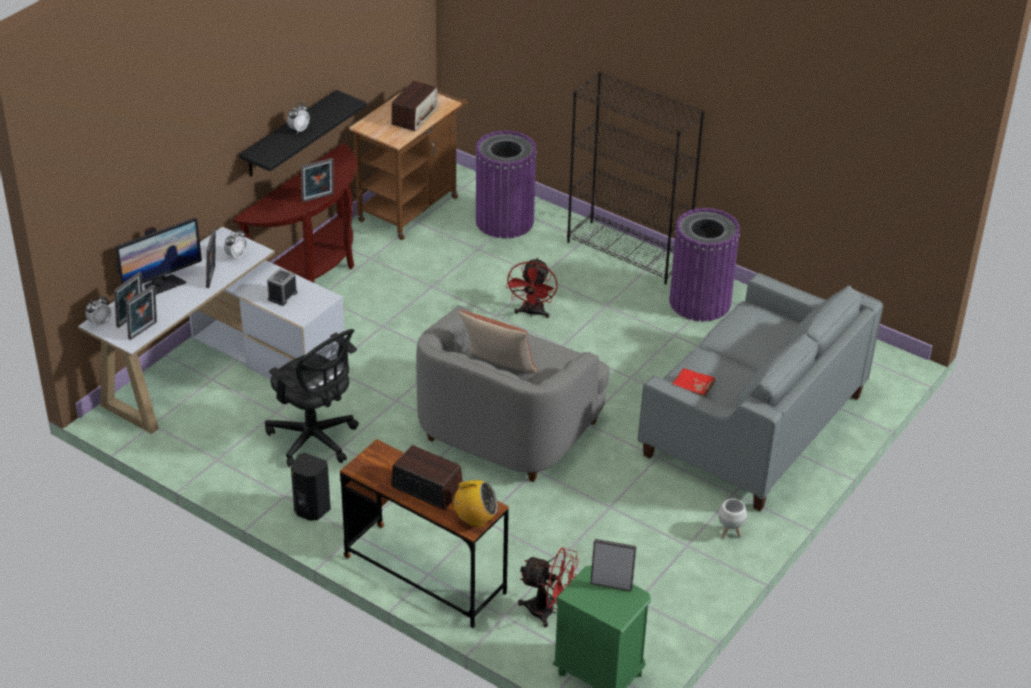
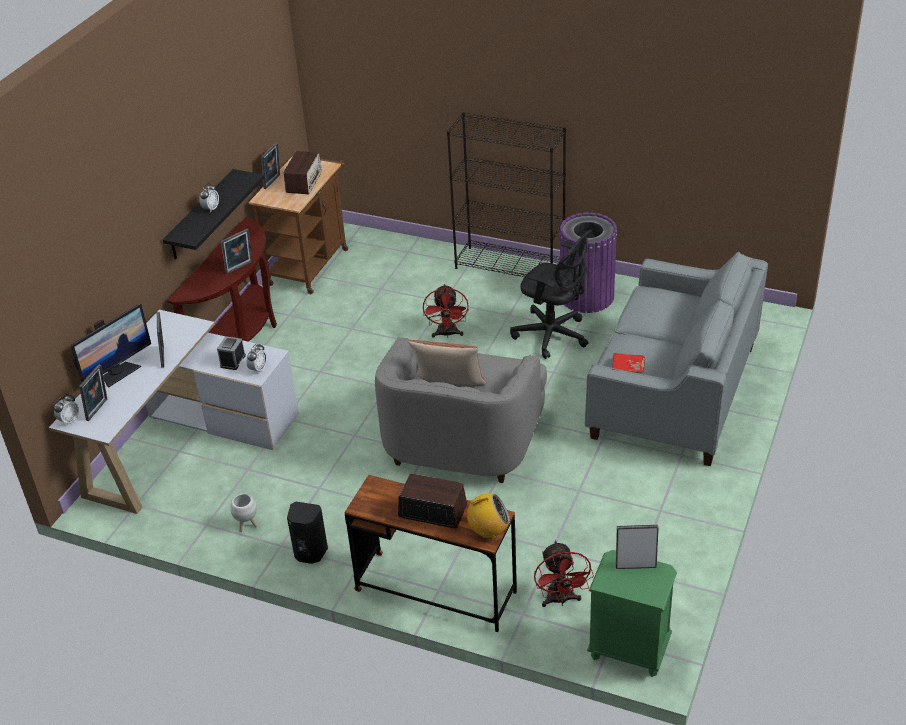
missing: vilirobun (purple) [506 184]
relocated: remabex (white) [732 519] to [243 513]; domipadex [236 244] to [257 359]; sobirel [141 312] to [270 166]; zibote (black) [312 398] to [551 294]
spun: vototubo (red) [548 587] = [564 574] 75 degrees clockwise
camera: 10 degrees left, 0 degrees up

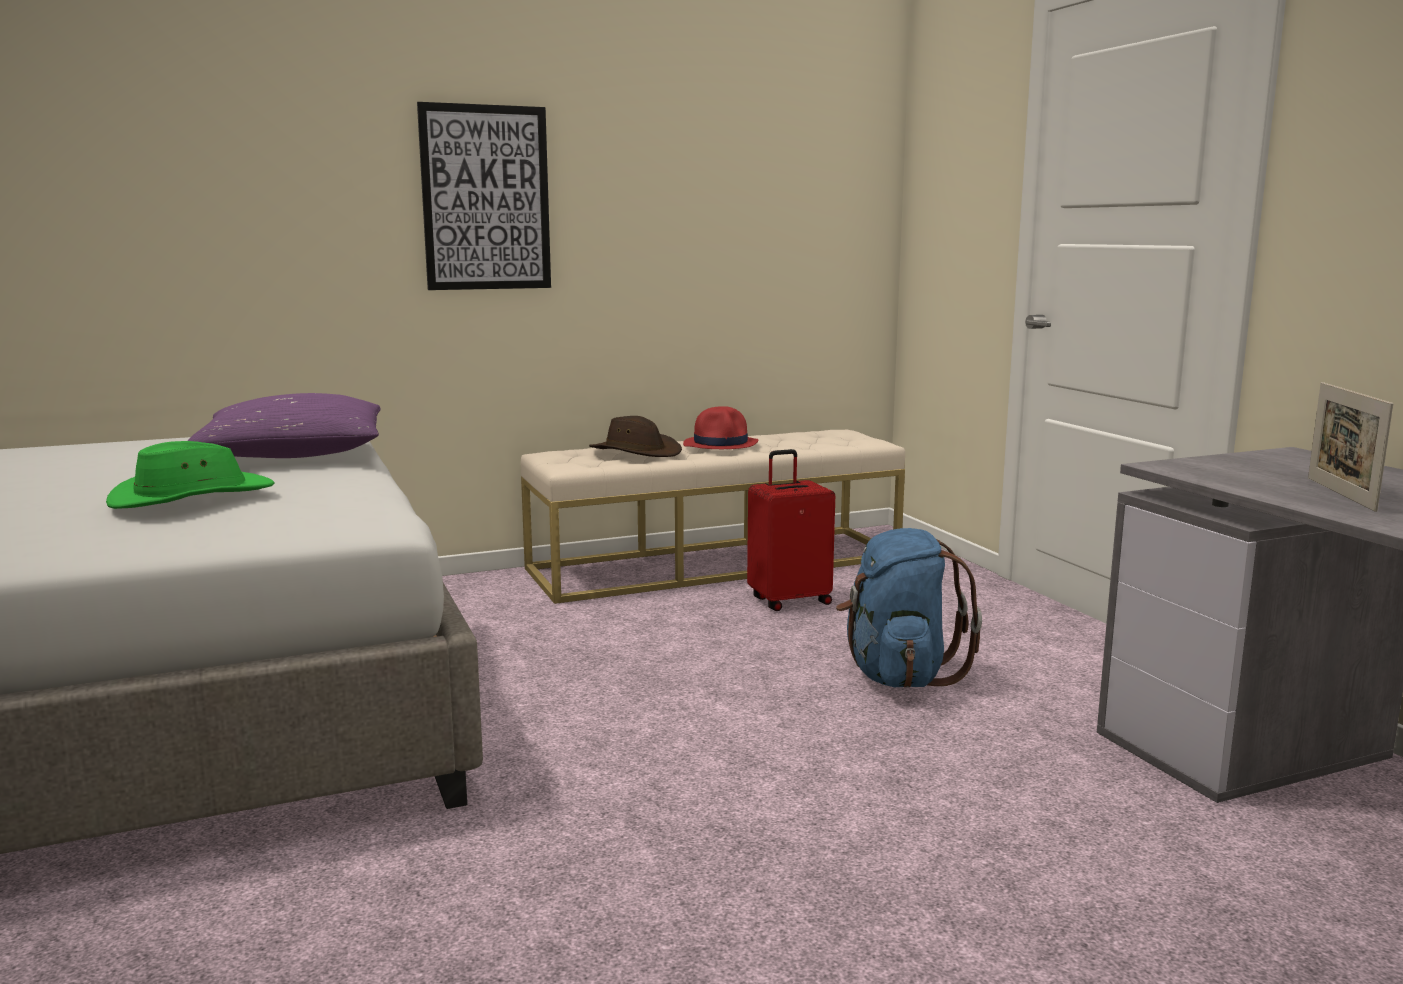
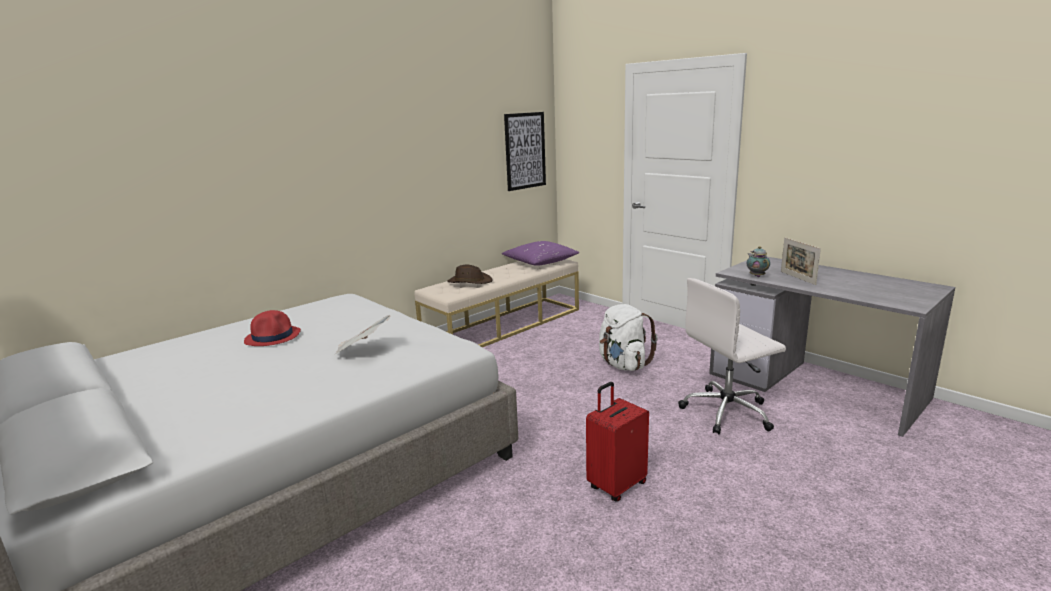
appeared: zibote (white) [732 356]; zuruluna [758 261]
relocated: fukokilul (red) [721 427] to [272 328]; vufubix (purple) [284 425] to [540 253]; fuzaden [484 196] to [525 151]; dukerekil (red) [791 530] to [617 442]
exchanged: fukokilul (green) [190 475] to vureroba [362 335]
colour: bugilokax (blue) [909 608] to bugilokax (white) [628 337]
camera: 20 degrees left, 5 degrees up

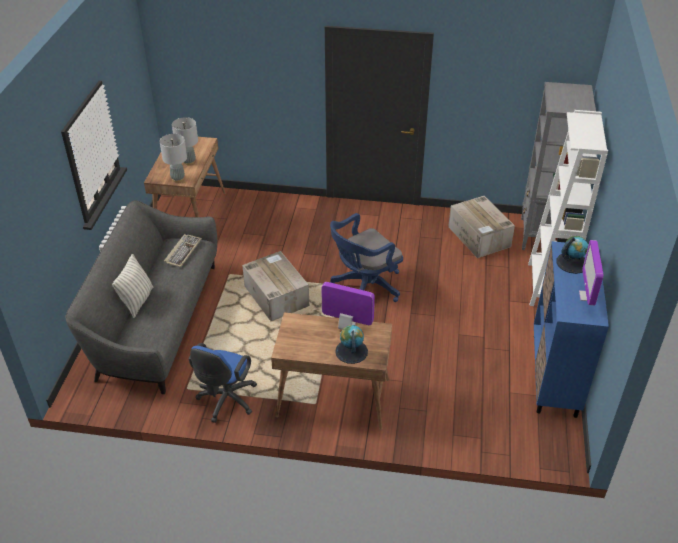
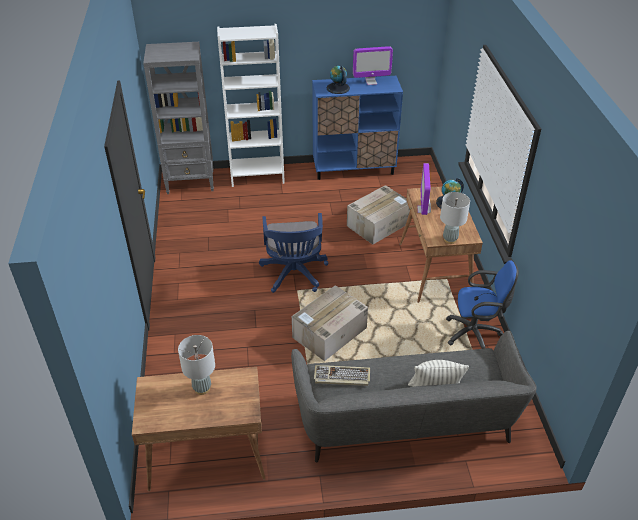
relocated: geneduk [481 227] to [378 215]; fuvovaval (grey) [173 158] to [455 218]
spun: zibote (blue) [366 257] = [293 253] 45 degrees clockwise
camera: 105 degrees left, 0 degrees up

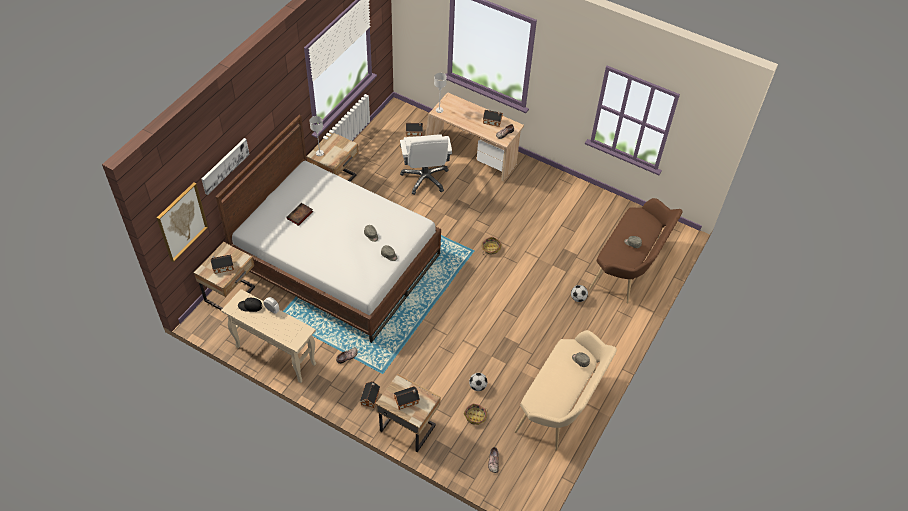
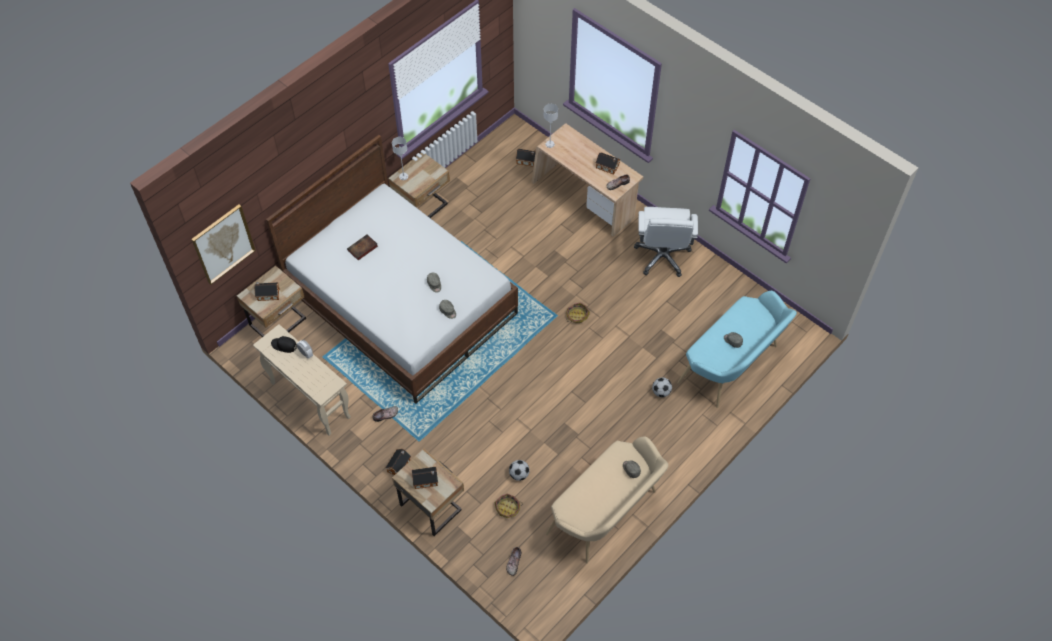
missing: fuzaden [225 166]
relocated: zibote (white) [426 164] to [666 242]
colour: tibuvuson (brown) [636 250] to tibuvuson (turquoise) [737 349]
camera: 15 degrees right, 5 degrees up

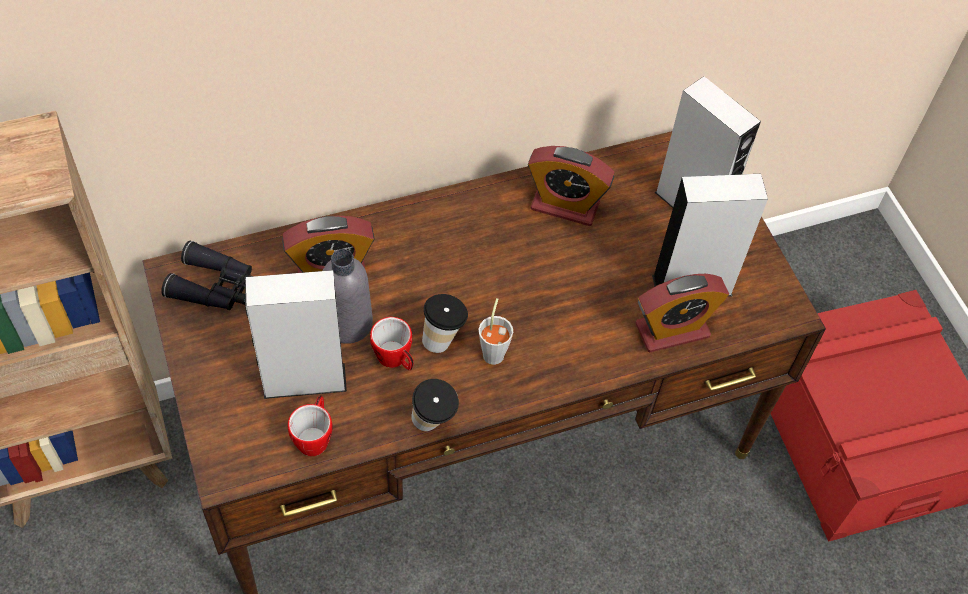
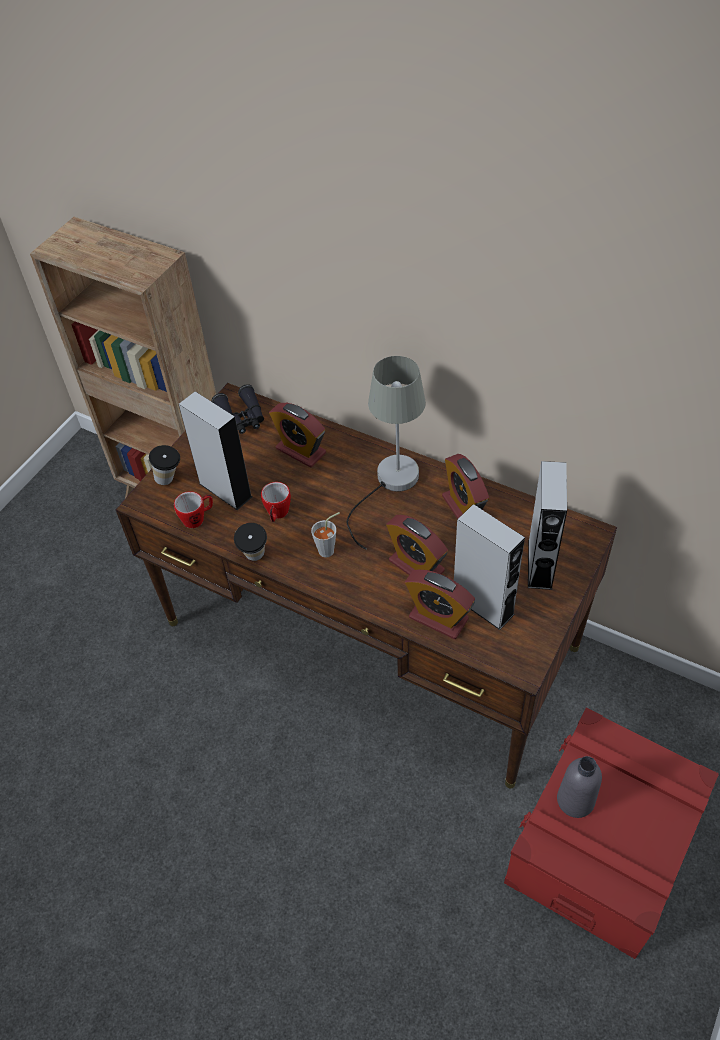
appeared: fuvovaval (grey) [386 453]; domipadex [417 545]
relocated: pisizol [445 323] to [164 465]; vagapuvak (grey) [348 296] to [579 787]
camera: 55 degrees right, 5 degrees down

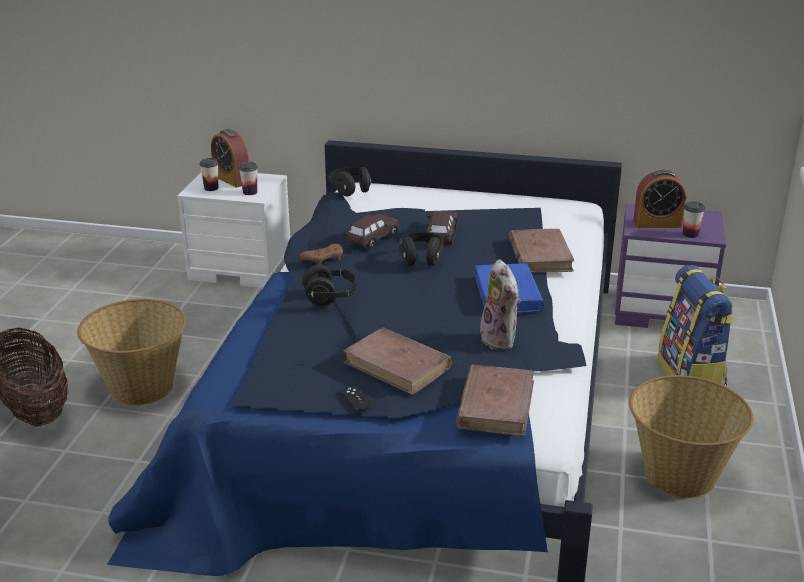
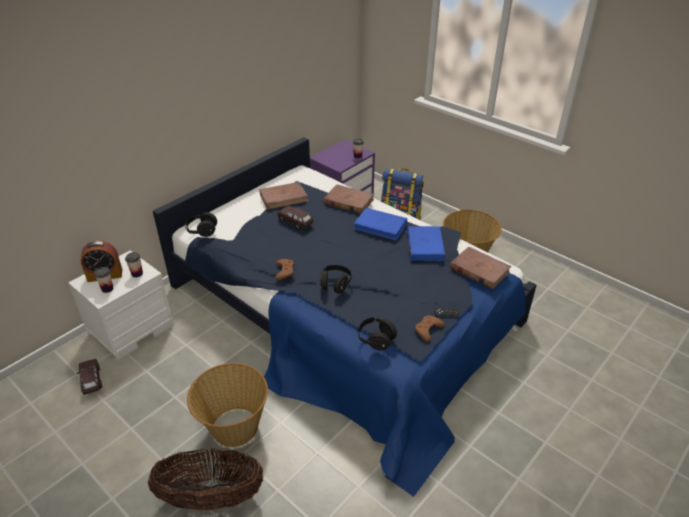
missing: domipadex [659 199]
appeared: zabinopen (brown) [429 328]
relocated: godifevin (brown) [372 231] to [89 377]; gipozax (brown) [397 361] to [284 196]; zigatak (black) [421 249] to [377 334]
exchanged: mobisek [500 304] to gipozax (blue) [426 243]
camera: 60 degrees left, 10 degrees up

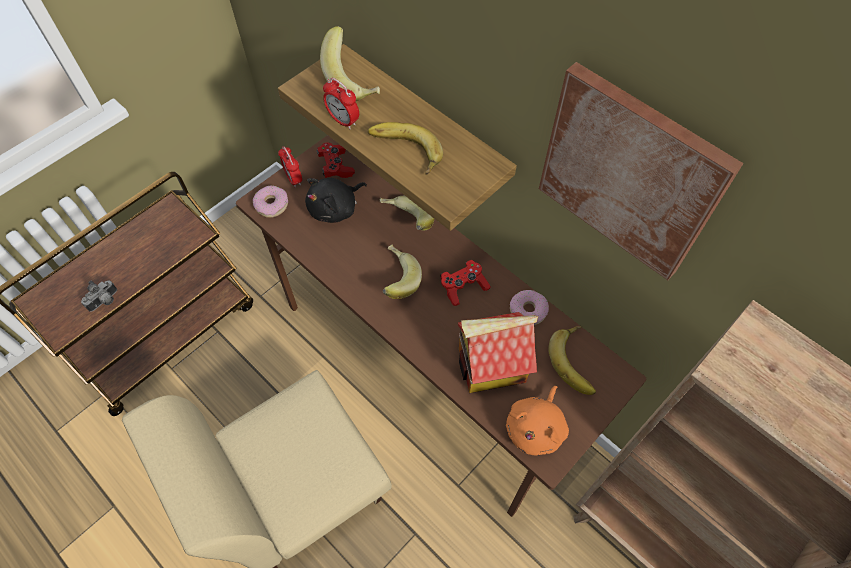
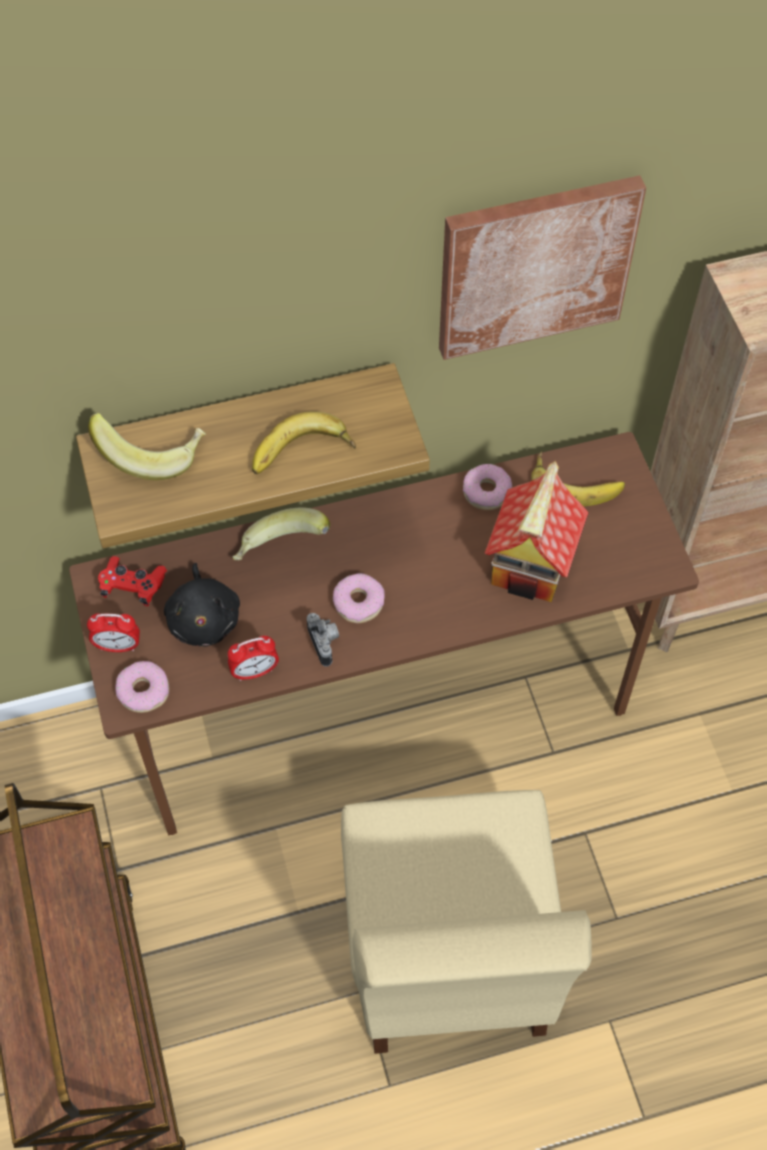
missing: zabinopen (red) [465 283]; mobisek (orange) [537 420]
relocated: domipadex [341 103] to [253 658]; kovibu [99 296] to [323 640]
exchanged: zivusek [402 271] to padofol [359 598]
camera: 60 degrees left, 0 degrees up

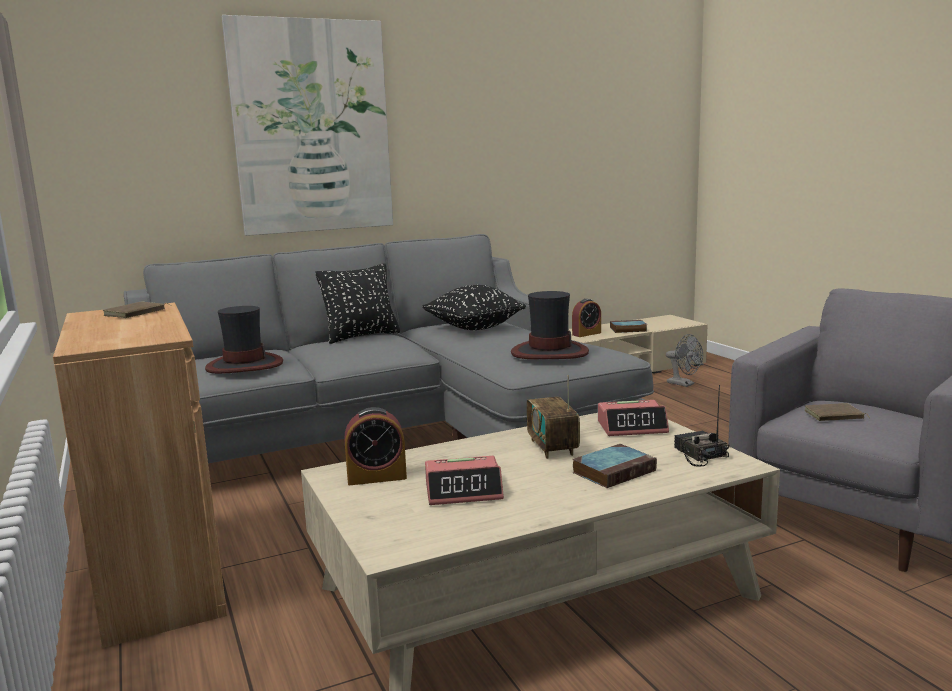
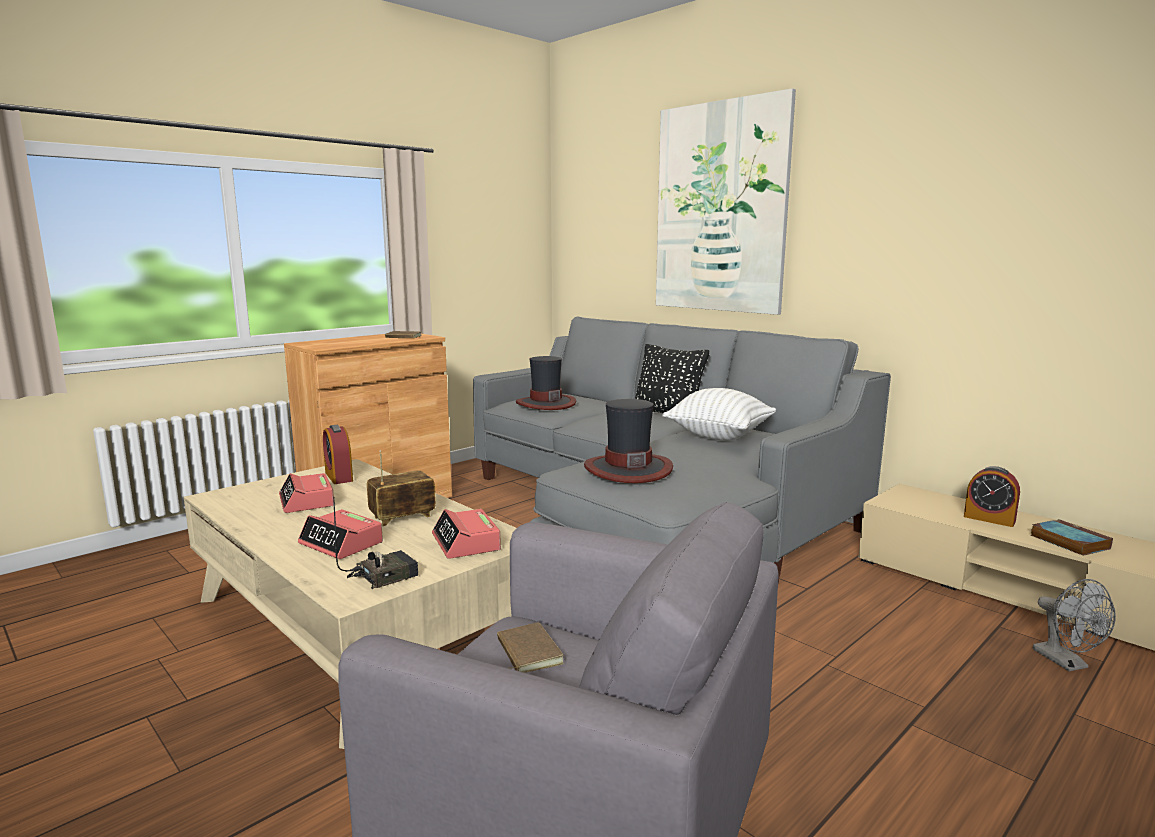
exchanged: gipozax [614 466] to domipadex [340 534]
colour: vufubix (black) [474 307] to vufubix (white) [719 414]
spun: vototubo (grey) [684 360] = [1074 625] 45 degrees counterclockwise
camera: 70 degrees right, 0 degrees up

